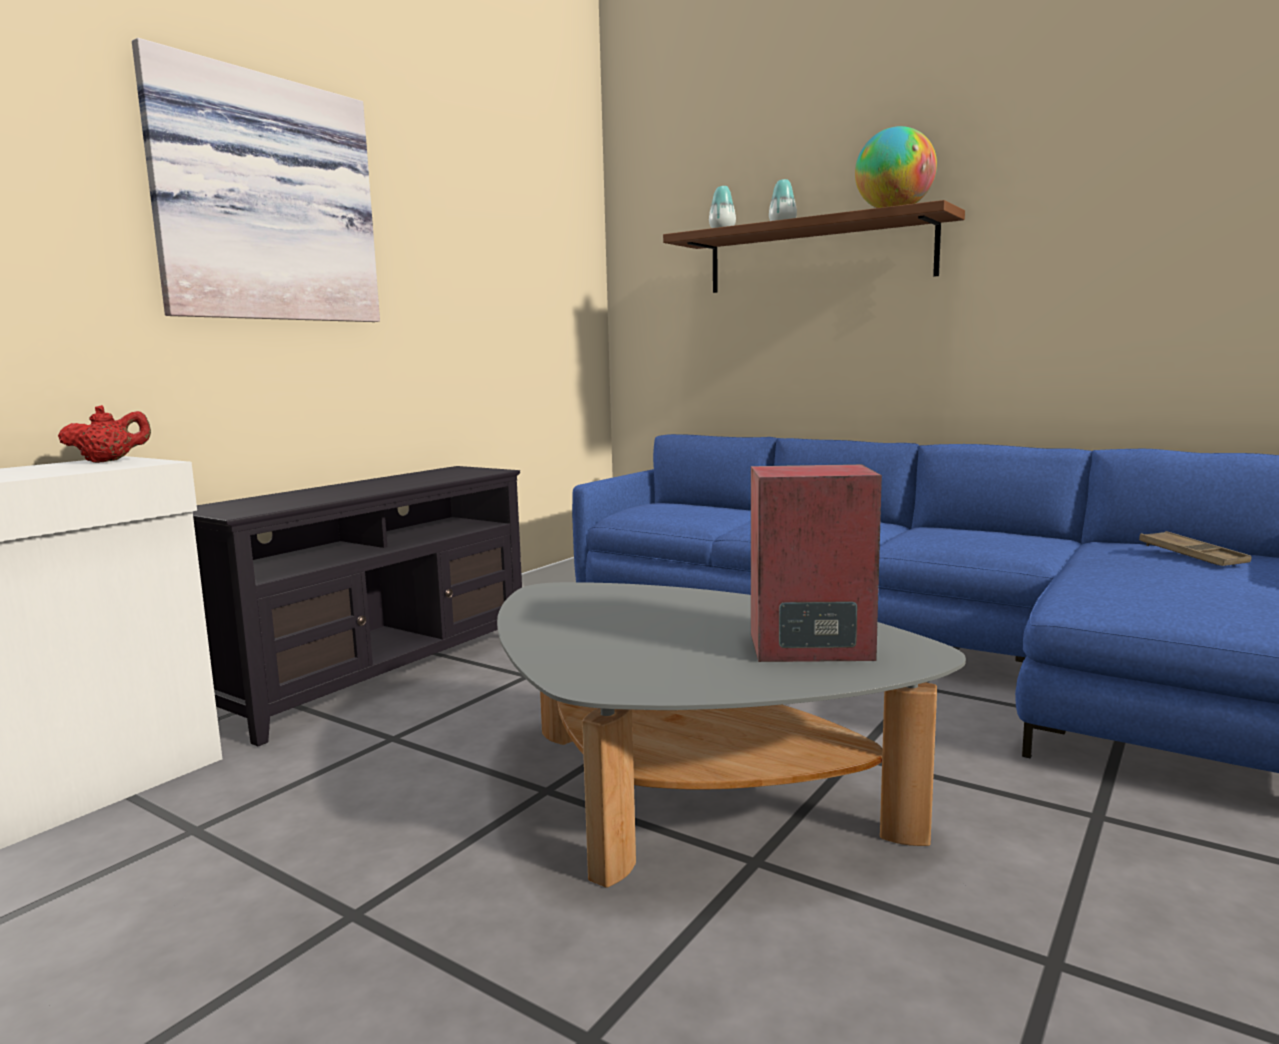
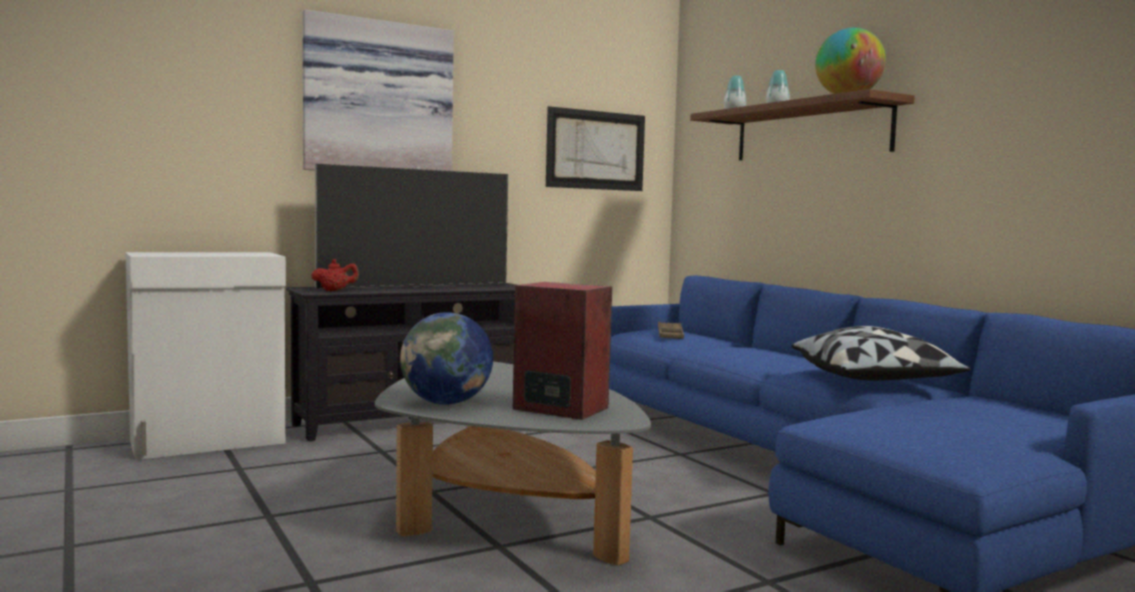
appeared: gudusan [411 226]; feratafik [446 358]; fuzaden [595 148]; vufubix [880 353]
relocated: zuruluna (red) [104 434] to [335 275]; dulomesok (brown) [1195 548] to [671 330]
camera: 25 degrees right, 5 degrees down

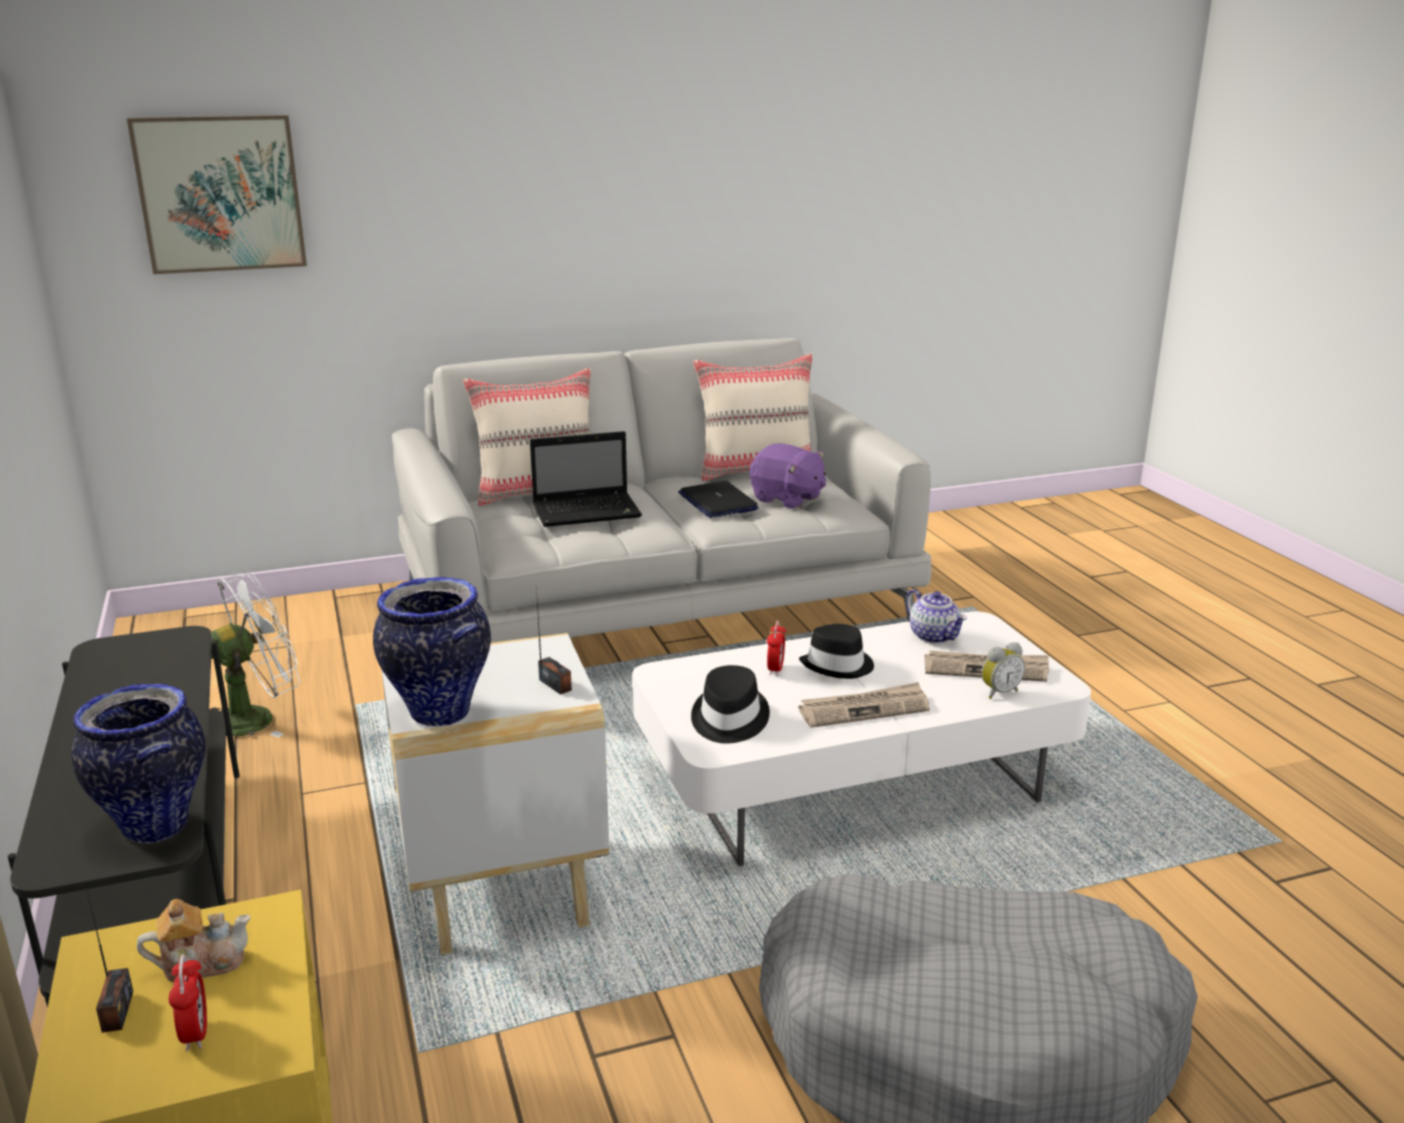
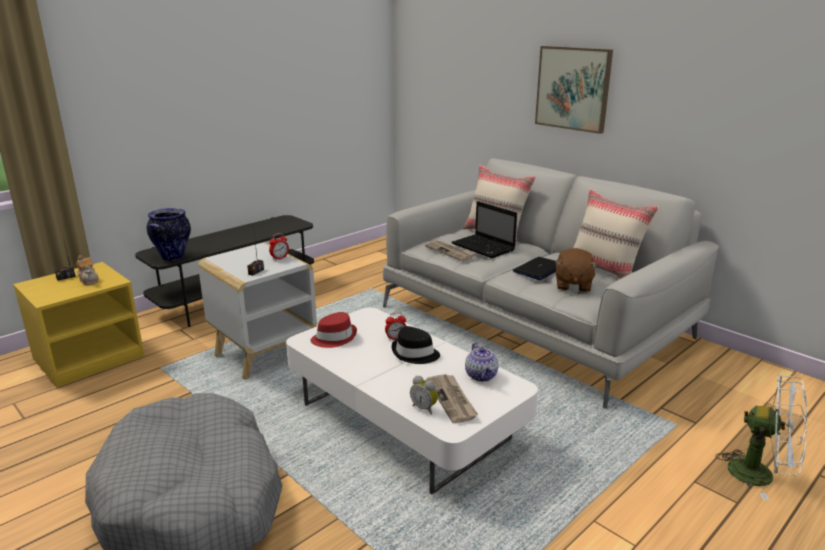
missing: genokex [432 652]
relocated: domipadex [187 1003] to [279 246]; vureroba [864 705] to [450 251]; fuzaden [217 194] to [574 90]; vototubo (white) [255 655] to [761 437]
colour: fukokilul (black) [730 704] to fukokilul (red) [333 330]; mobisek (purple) [787 476] to mobisek (brown) [576 270]
spun: zuruluna [936 616] = [481 362] 45 degrees counterclockwise
camera: 65 degrees right, 0 degrees up

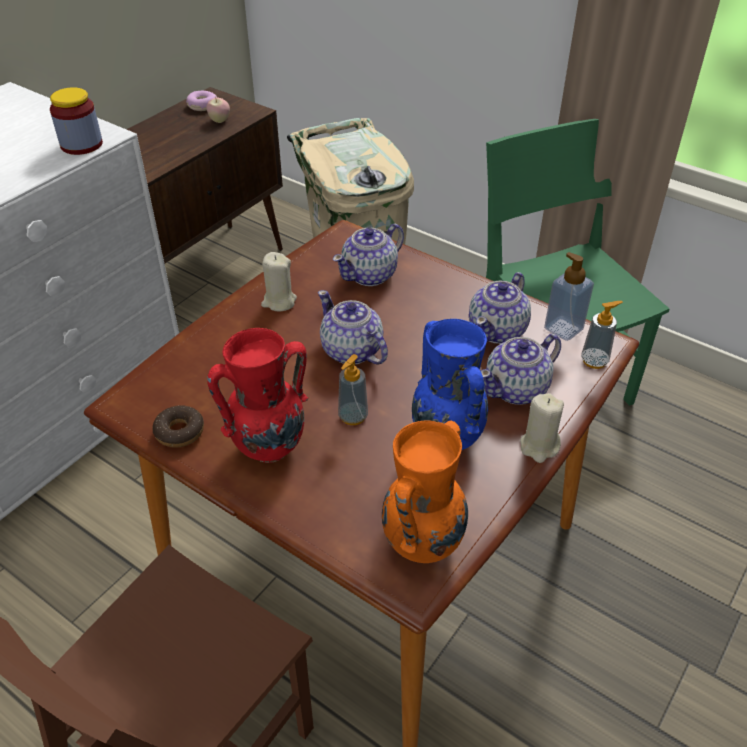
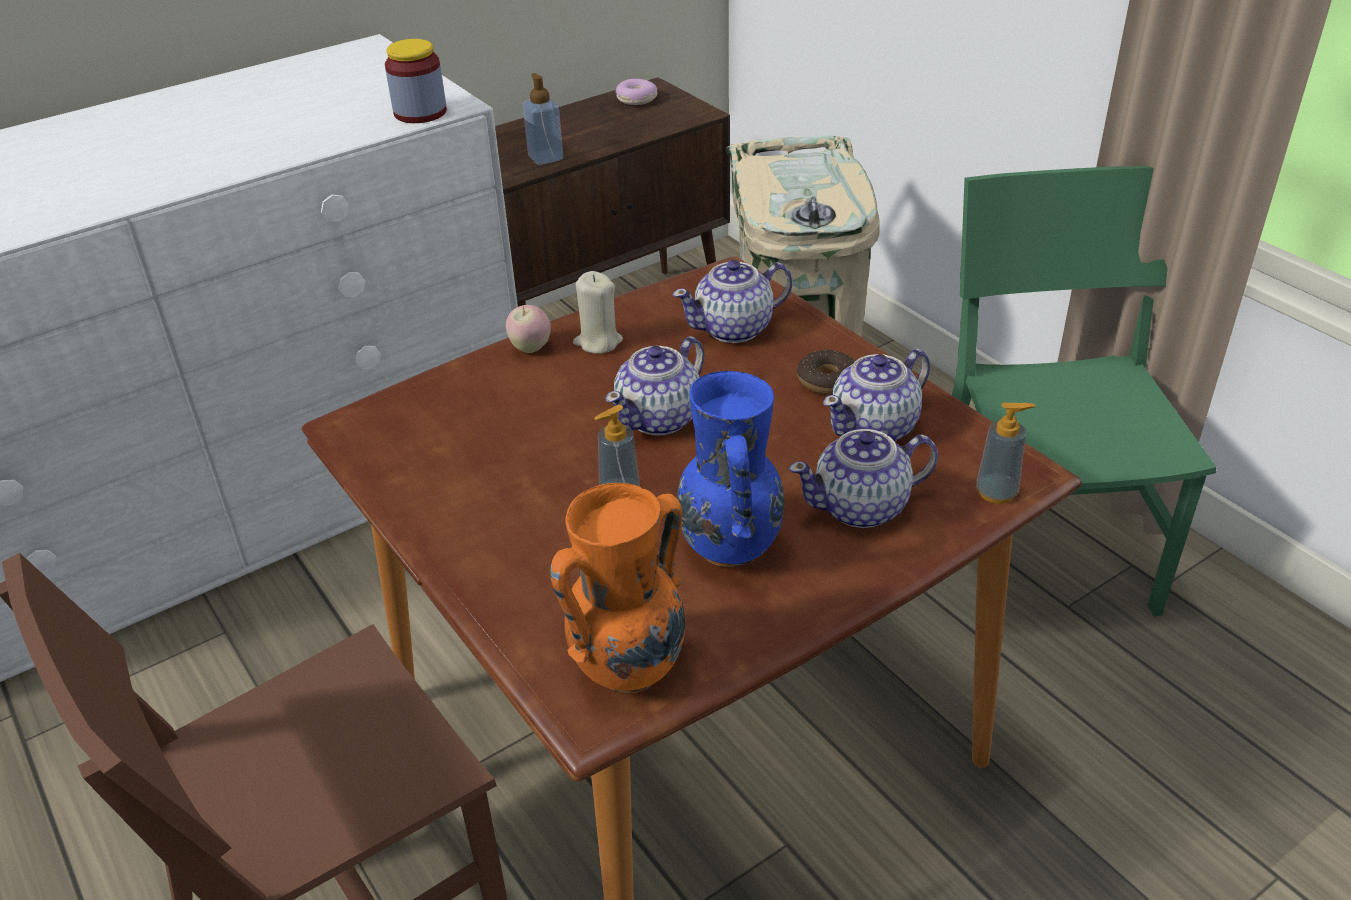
missing: genokex (red) [258 395]; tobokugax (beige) [542 428]
relocated: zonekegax [218 110] to [528 329]; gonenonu [569 296] to [543 119]; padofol [178 426] to [826 372]
spun: zuruluna [353 327] = [655 386] 120 degrees counterclockwise
camera: 20 degrees right, 5 degrees down

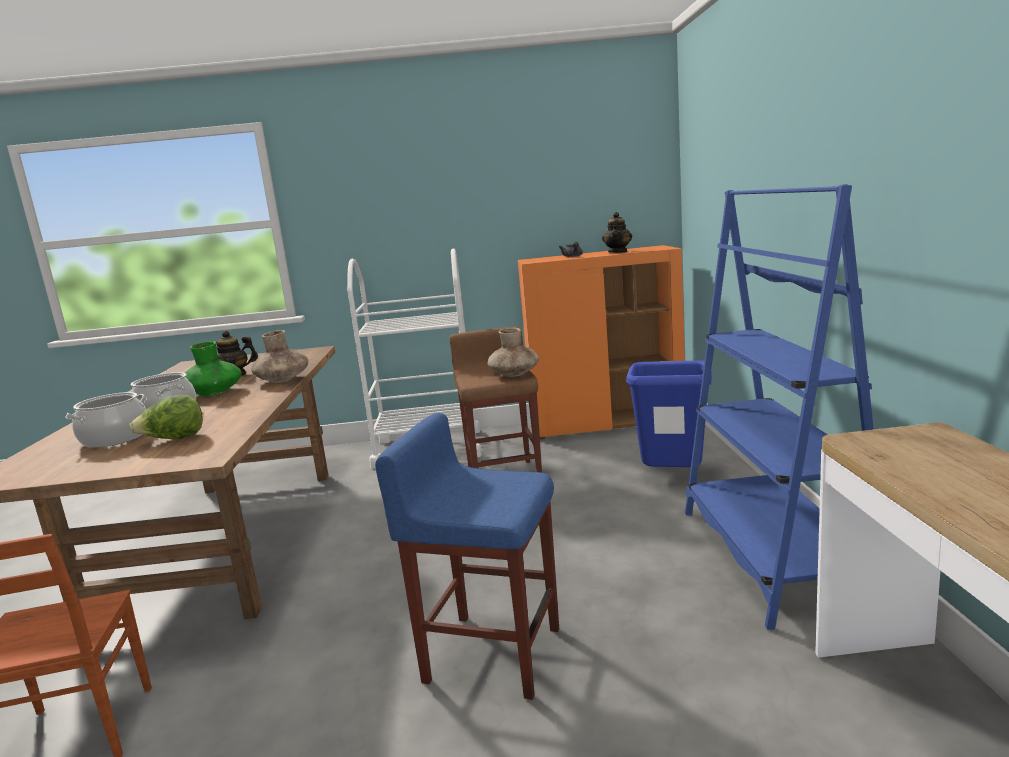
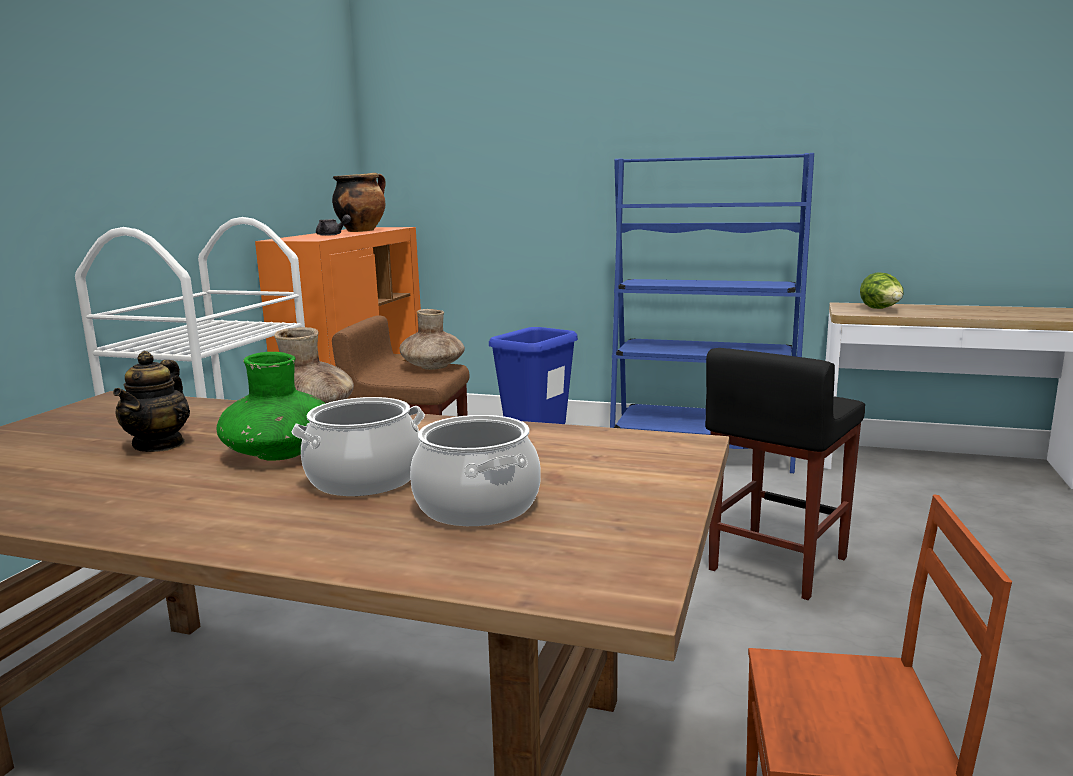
relocated: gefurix [166 417] to [882 290]
exchanged: zuruluna [617 232] to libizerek [359 202]
colour: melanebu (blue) [467 556] to melanebu (black) [785 474]
camera: 70 degrees left, 0 degrees up

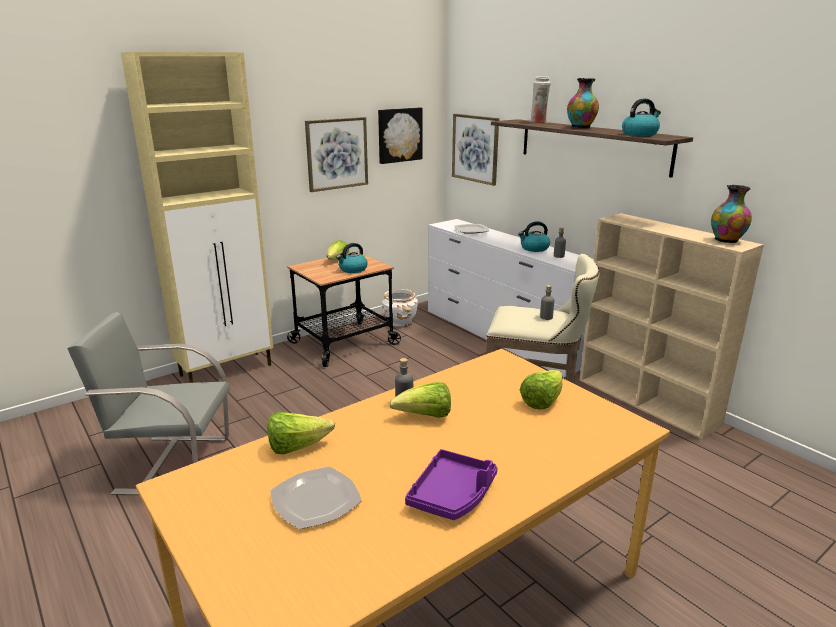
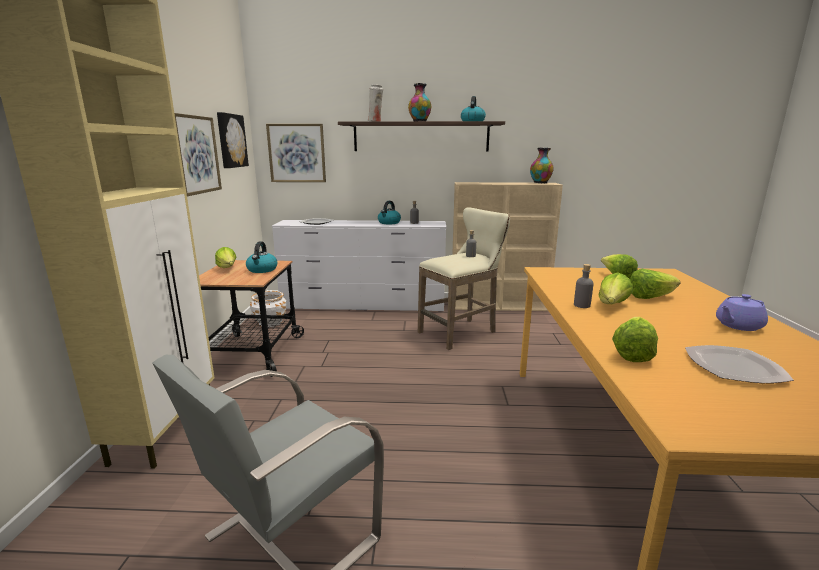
appeared: gefurix [655 284]
exchanged: dulomesok (purple) [451 484] to zuruluna (purple) [742 312]
camera: 50 degrees left, 5 degrees down

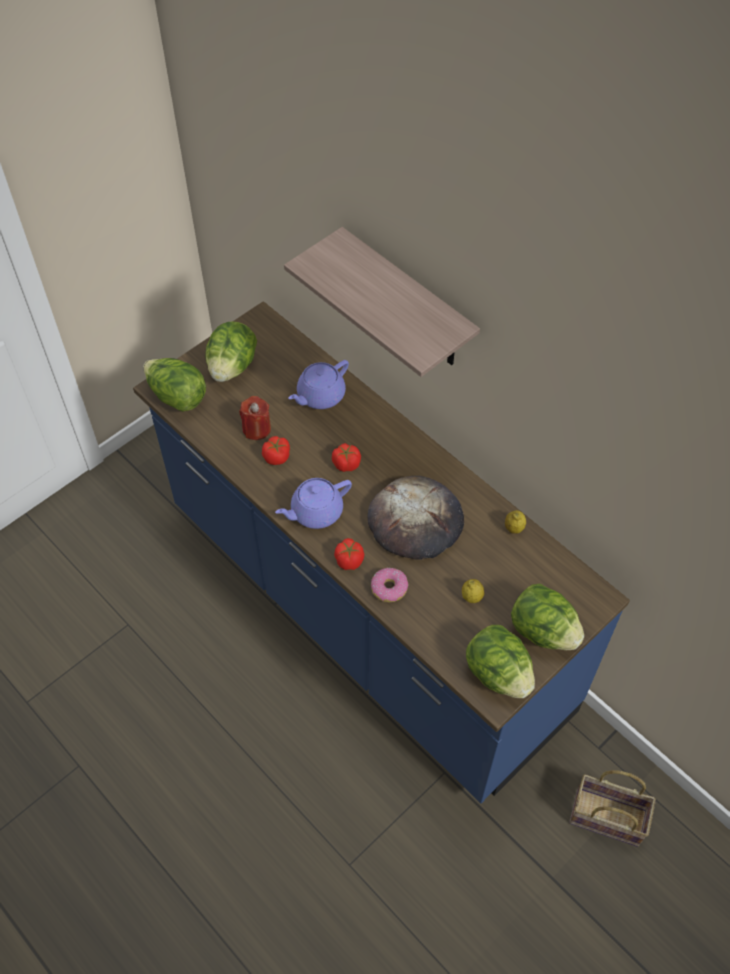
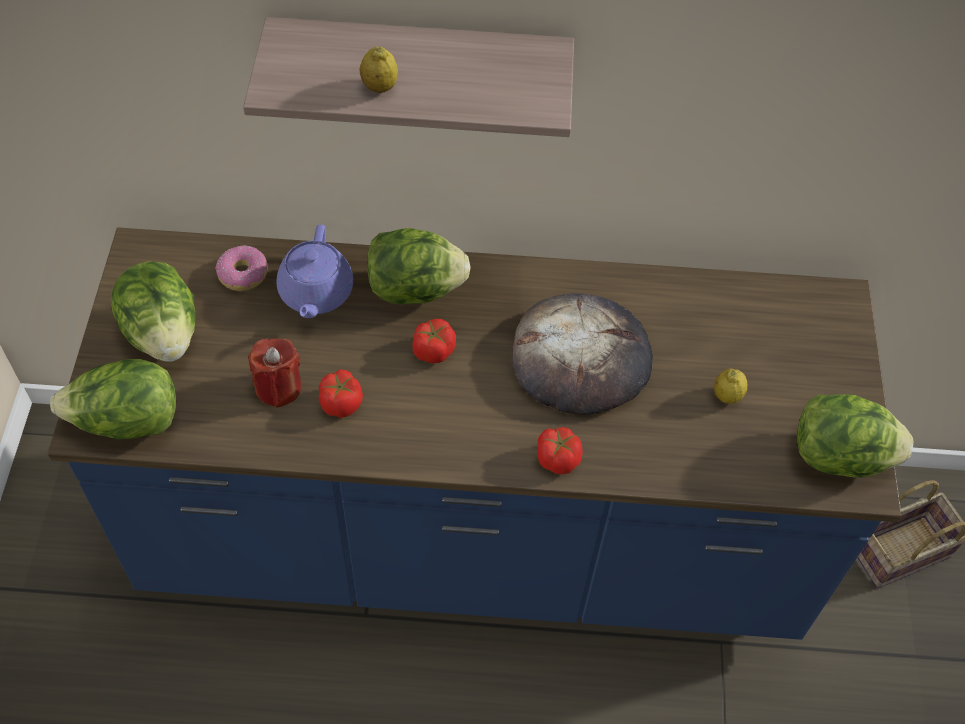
missing: zuruluna (purple) [313 503]
relocated: padofol [389 585] to [241 268]; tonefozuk [515 522] to [379 70]; gefurix [547 617] to [419 266]
camera: 45 degrees left, 0 degrees up

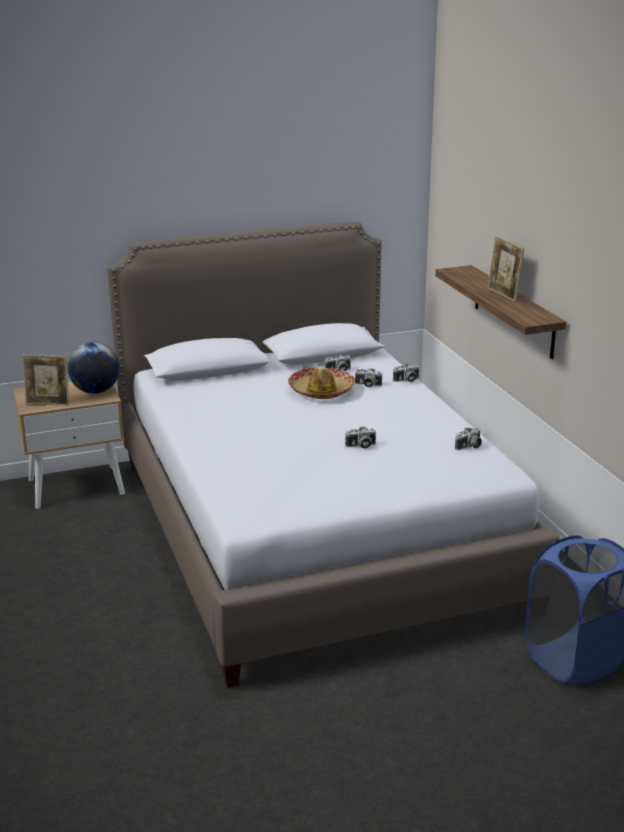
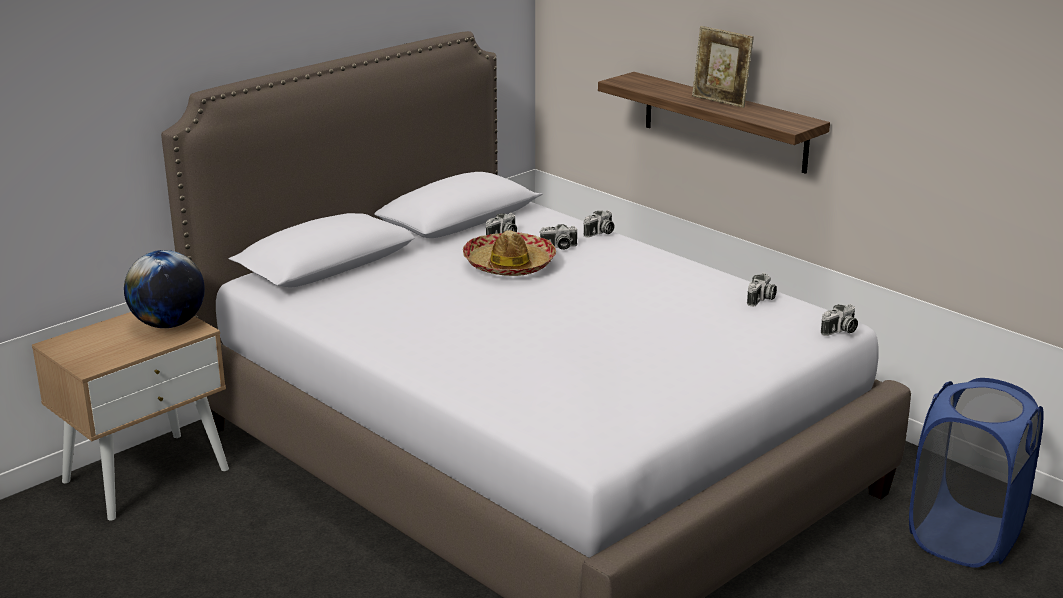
missing: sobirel [45 380]
relocated: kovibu [360 437] to [839 320]
camera: 25 degrees left, 0 degrees up

